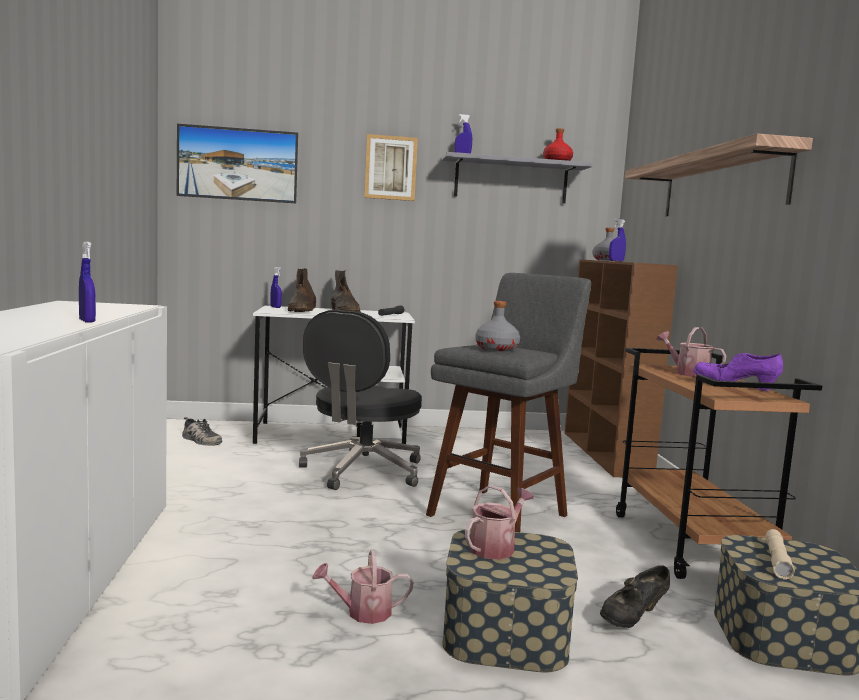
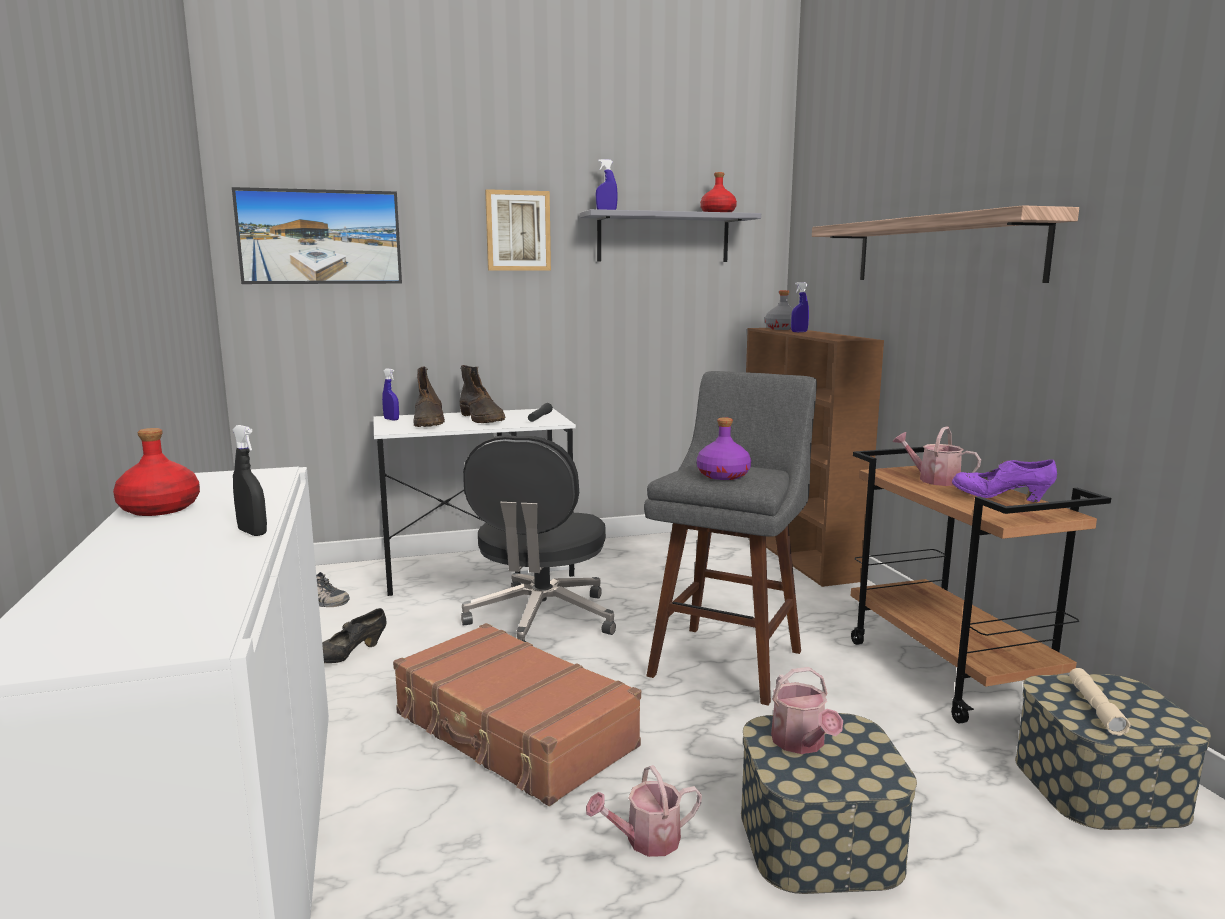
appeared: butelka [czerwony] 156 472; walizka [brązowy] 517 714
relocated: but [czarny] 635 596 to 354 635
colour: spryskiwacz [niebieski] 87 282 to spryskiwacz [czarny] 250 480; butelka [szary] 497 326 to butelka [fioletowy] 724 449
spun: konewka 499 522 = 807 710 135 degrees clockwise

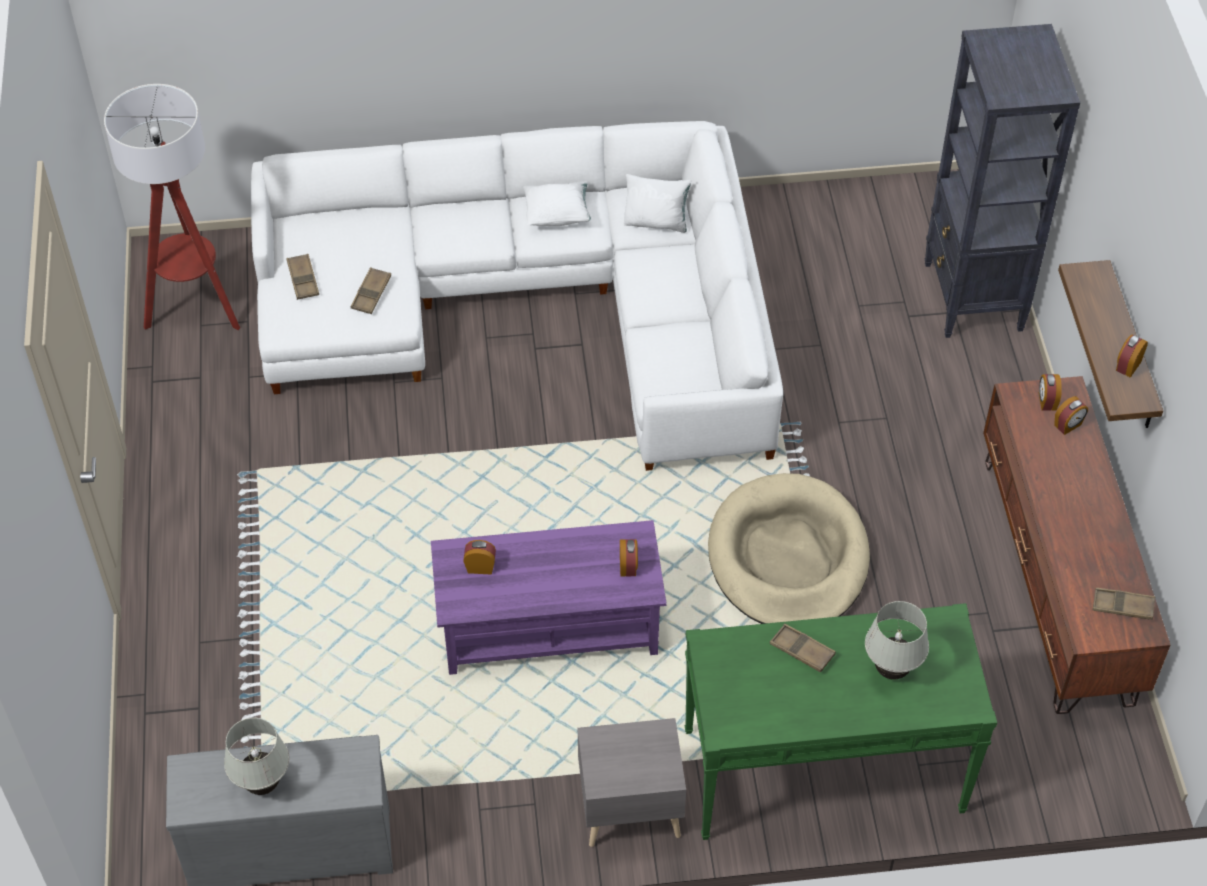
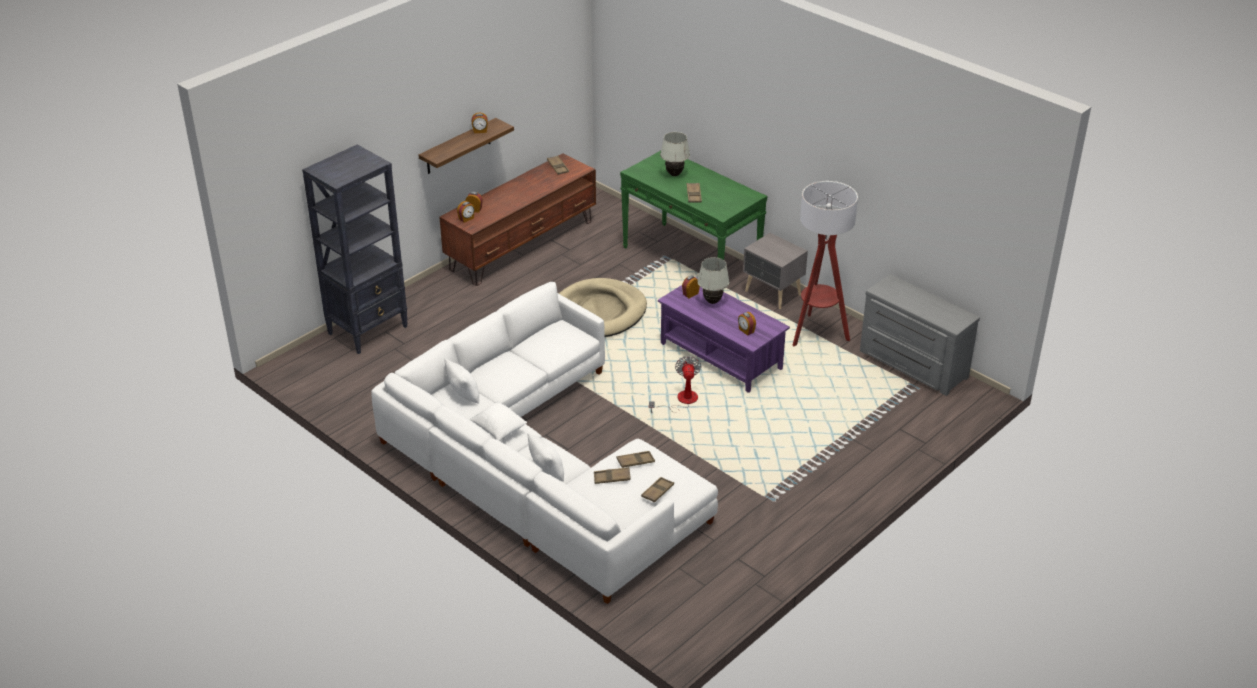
appeared: wentylator 675 384; poduszka [biały] 545 457; taca [brązowy] 612 475
relocated: lampa stojąca 172 207 to 825 263; lampa stołowa [biały] 257 756 to 713 280

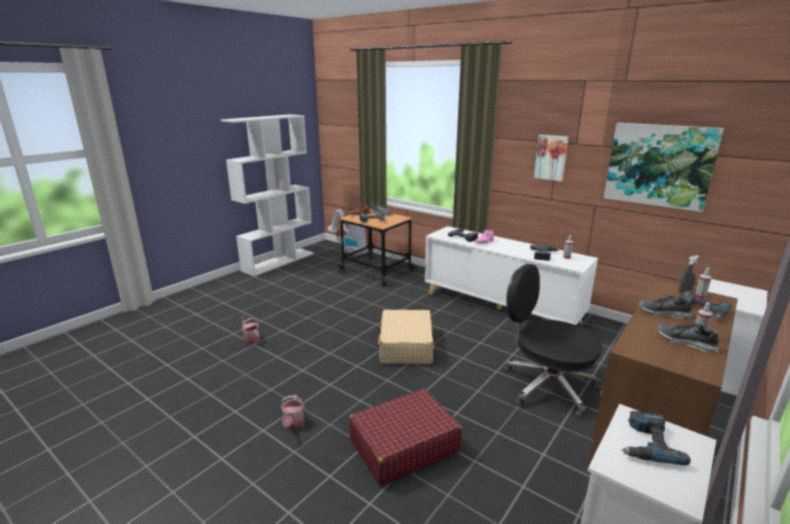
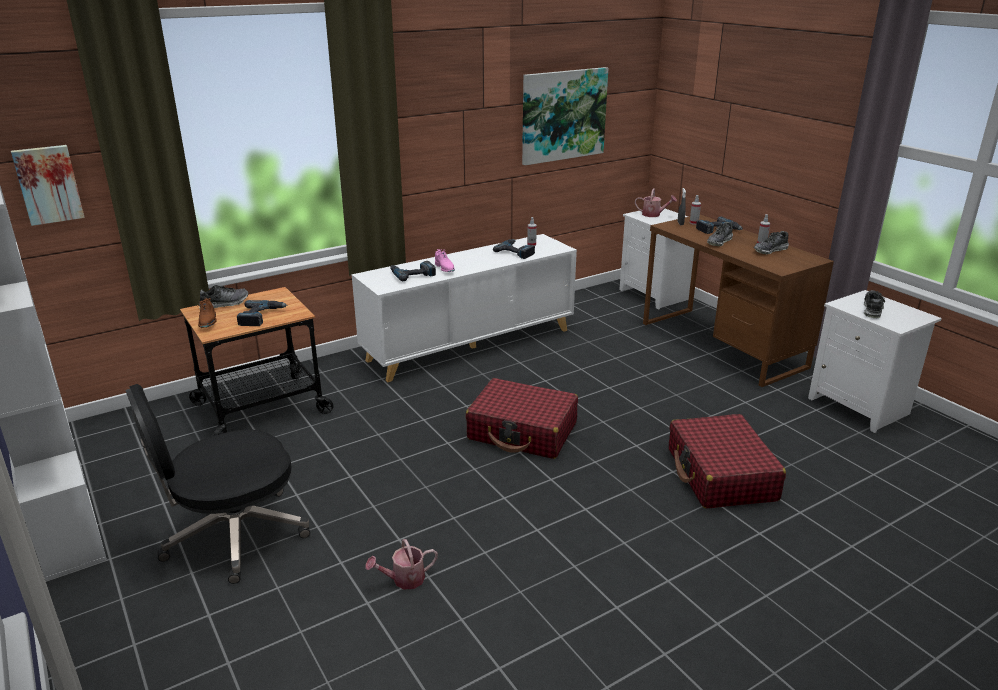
missing: odkurzacz 348 233
relocated: obraz 551 158 to 48 185; krzesło biurowe [czarny] 552 341 to 217 484; konewka 292 412 to 656 202
exchanged: wiertarka 656 438 to but 874 304
colour: walizka [beżowy] 405 337 to walizka [czerwony] 522 418

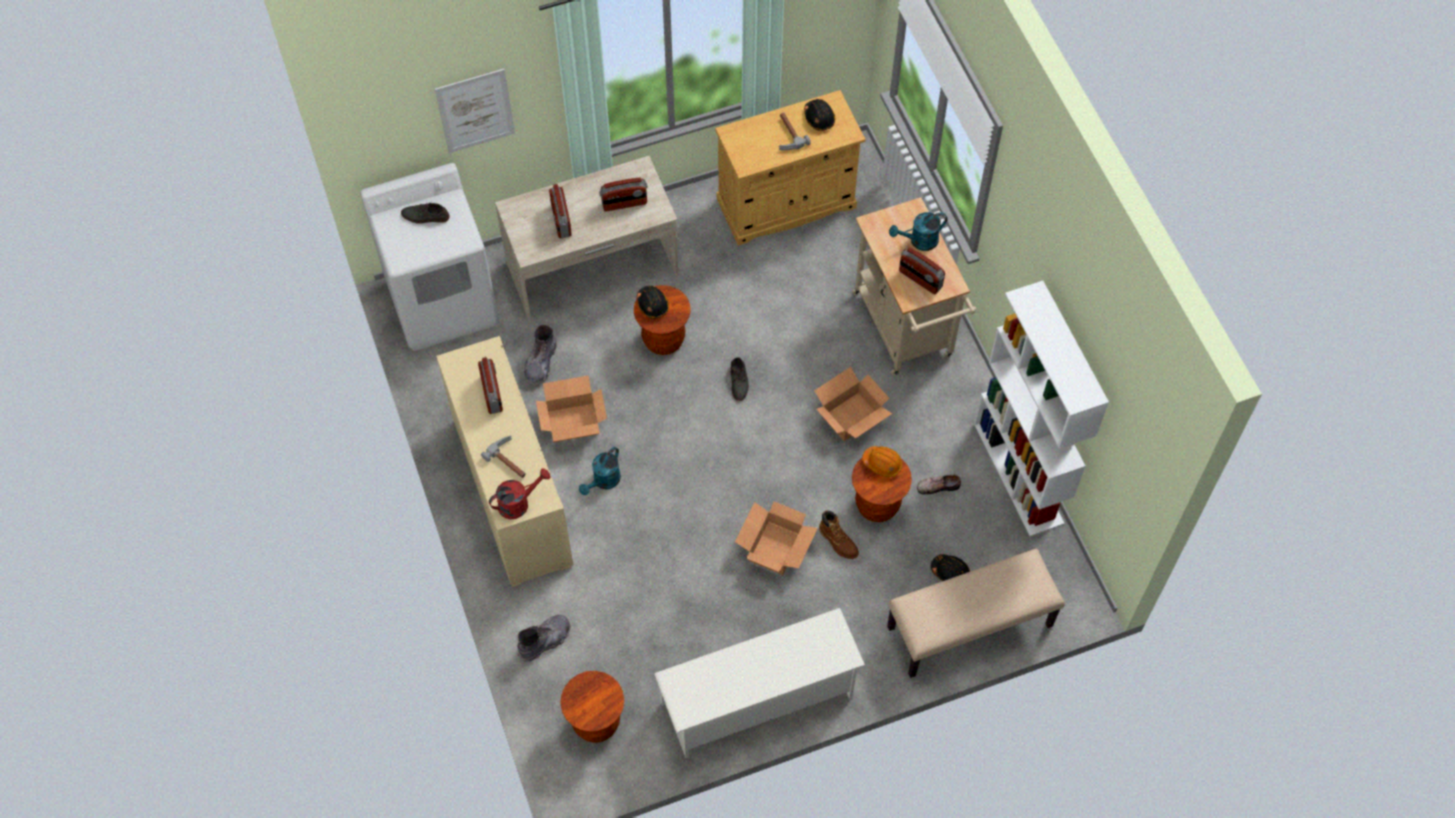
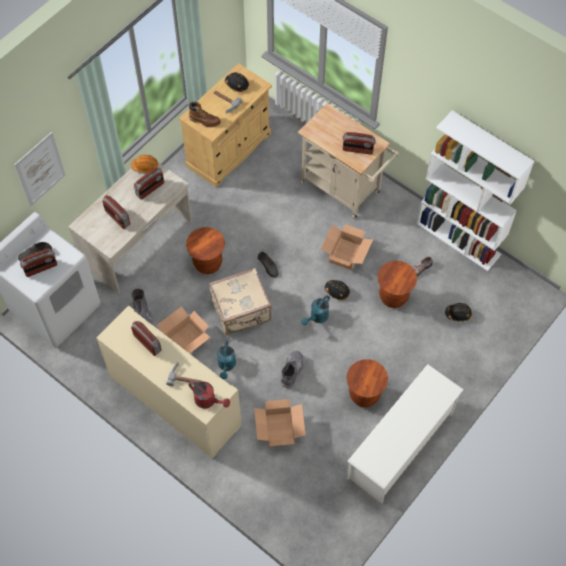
missing: ławka [beżowy] 976 613
appeared: radio 38 263; walizka [beżowy] 240 302
relocated: konewka [turkusowy] 918 231 to 315 310; kask [czarny] 653 302 to 337 290; kask [pomarańczowy] 882 461 to 144 164; karton 776 538 to 280 422; but z cholewką [brązowy] 839 534 to 205 114; but z cholewką [szary] 544 638 to 292 370; stołek [brązowy] 592 707 to 367 383
spun: konewka [czerwony] 520 493 = 209 395 90 degrees clockwise

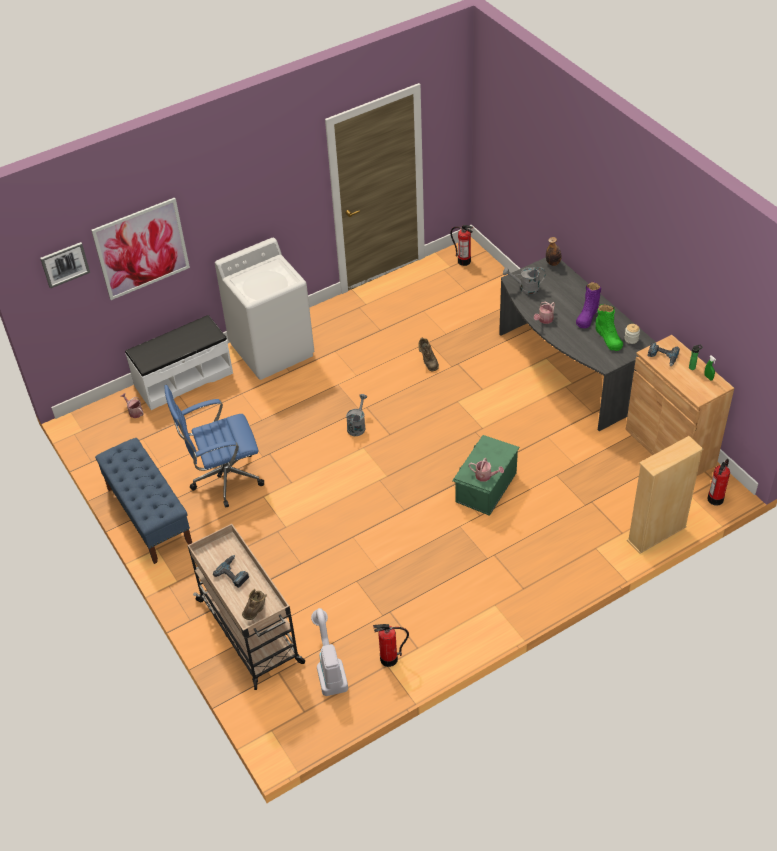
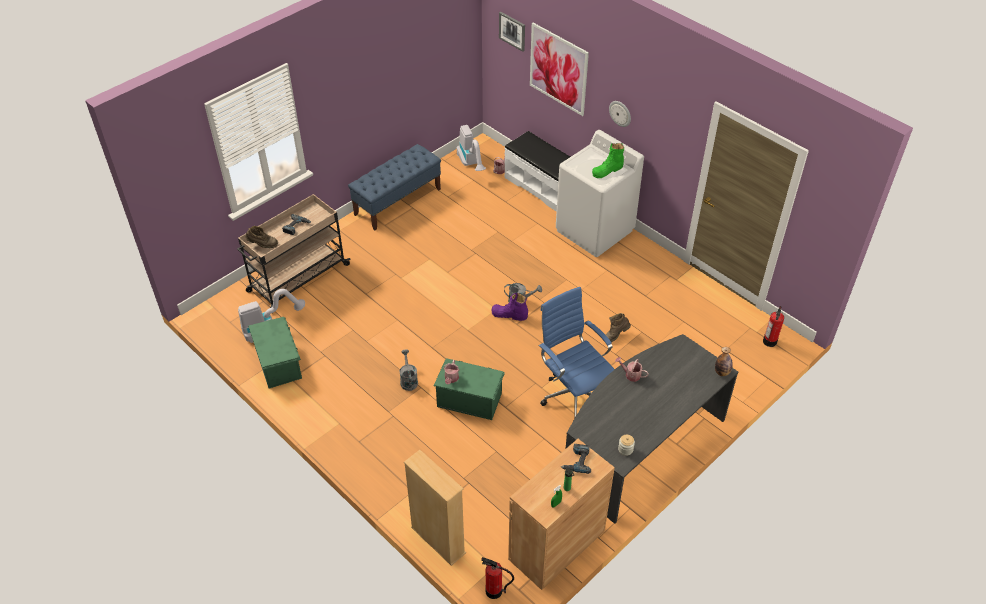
appeared: zegar ścienny 620 114; odkurzacz 471 148
relocated: konewka [szary] 524 280 to 409 370; but z cholewką [fioletowy] 588 304 to 509 307; but z cholewką [zielony] 609 327 to 608 160; krzesło biurowe [niebieski] 214 446 to 576 354
exchanged: gaśnica 391 645 to pojemnik do przechowywania [zielony] 275 353

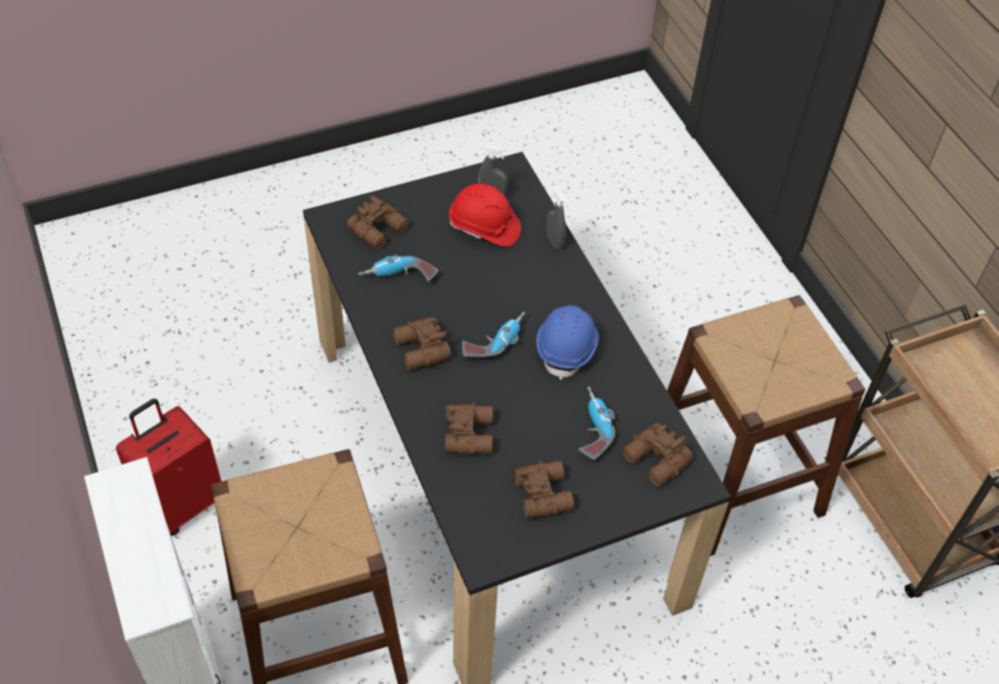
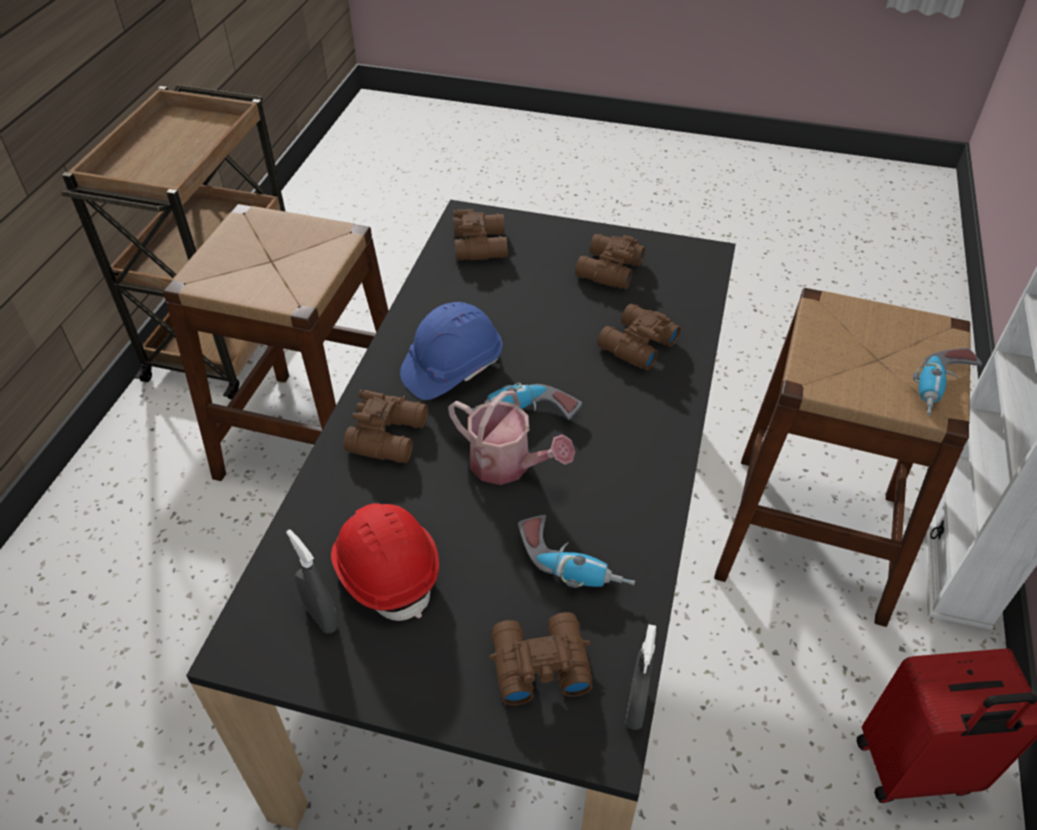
appeared: konewka 511 438
relocated: spryskiwacz [szary] 556 217 to 641 677; lornetka [brązowy] 421 343 to 385 426; wiertarka 596 423 to 947 381

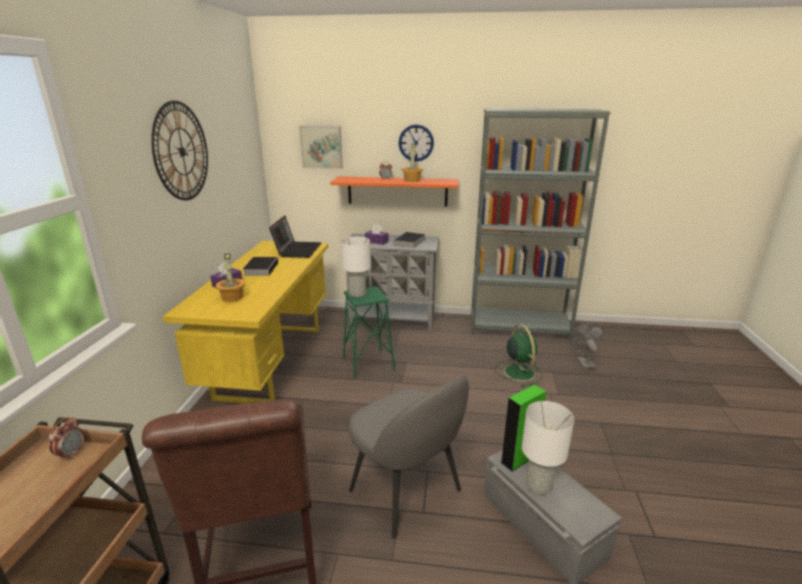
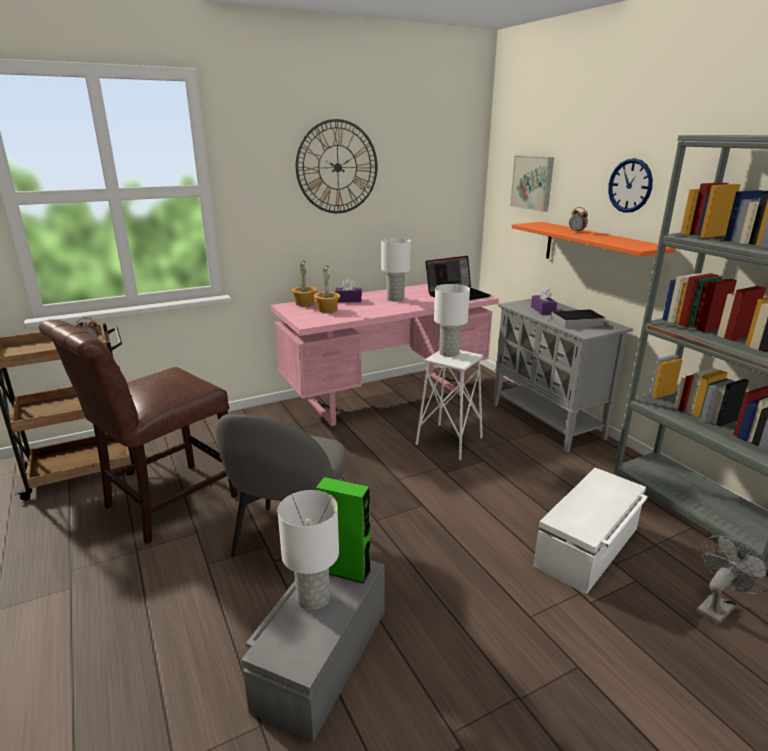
relocated: roślina doniczkowa 412 163 to 304 283
exchanged: książka 260 266 to lampa stołowa [biały] 396 269; wentylator [zielony] 519 355 to pojemnik do przechowywania [biały] 590 531
colour: biurko [żółty] 245 322 to biurko [różowy] 384 355; stołek [zielony] 369 332 to stołek [biały] 449 405

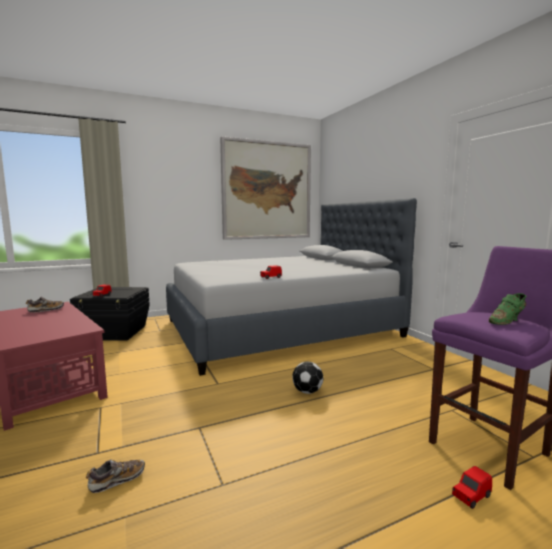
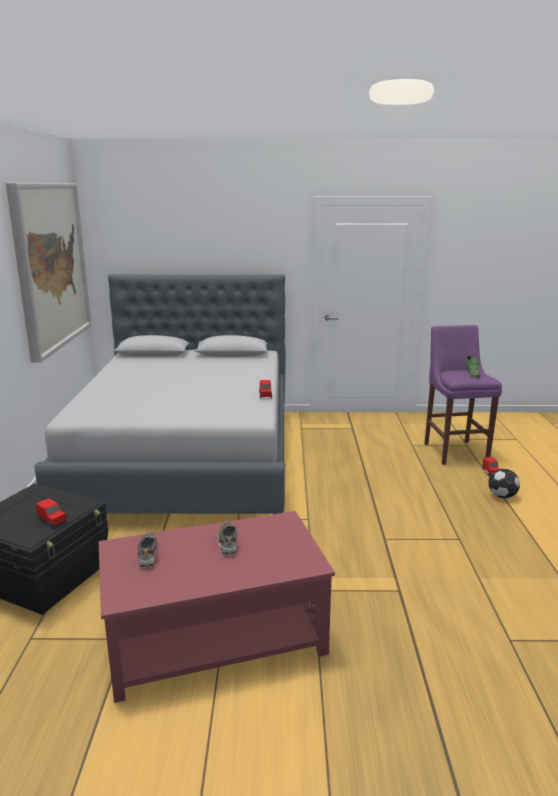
relocated: piłka futbolowa 307 378 to 504 483; but 115 476 to 226 538

